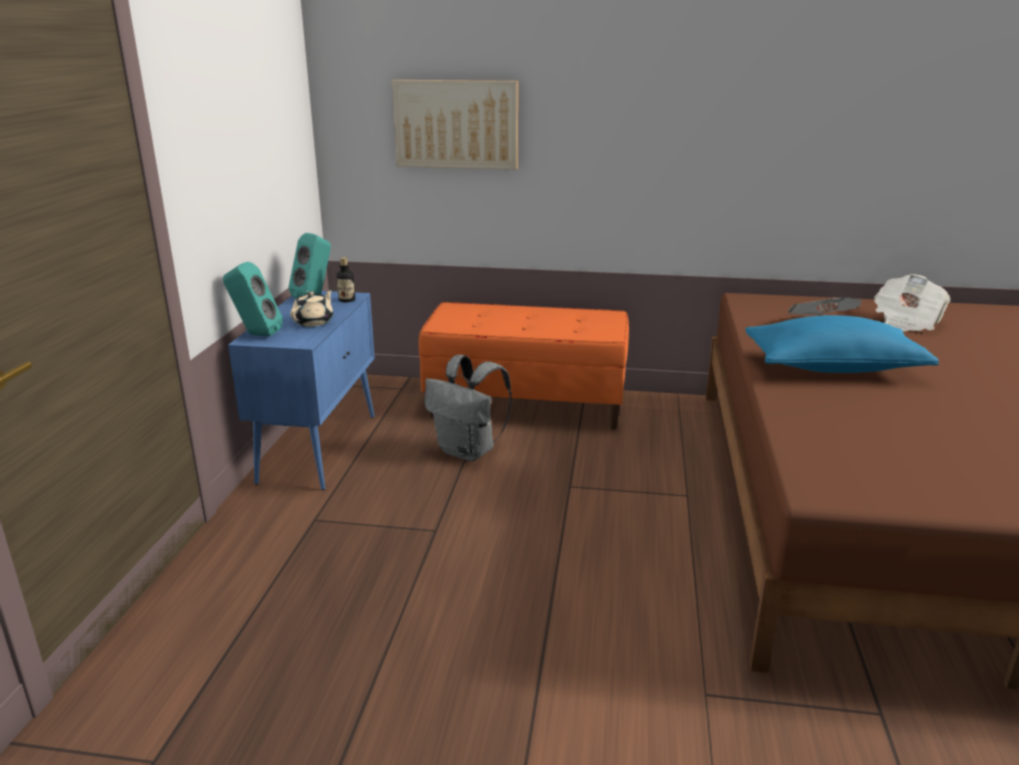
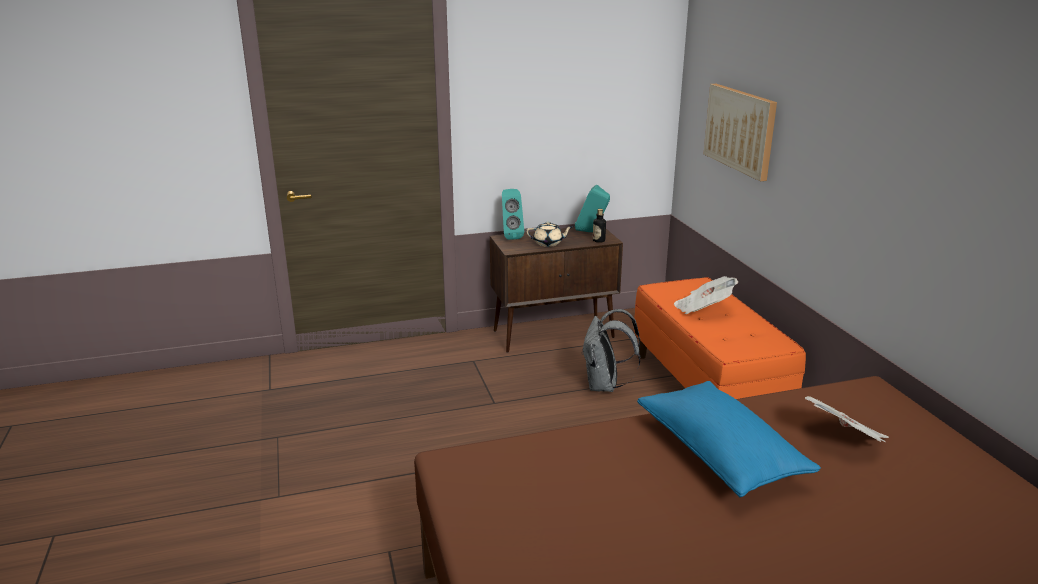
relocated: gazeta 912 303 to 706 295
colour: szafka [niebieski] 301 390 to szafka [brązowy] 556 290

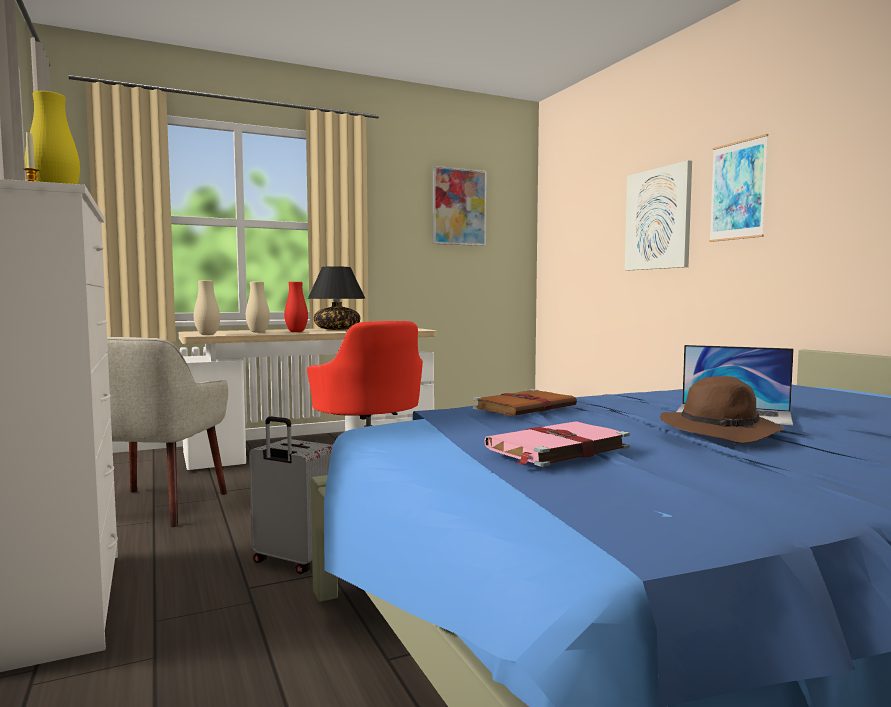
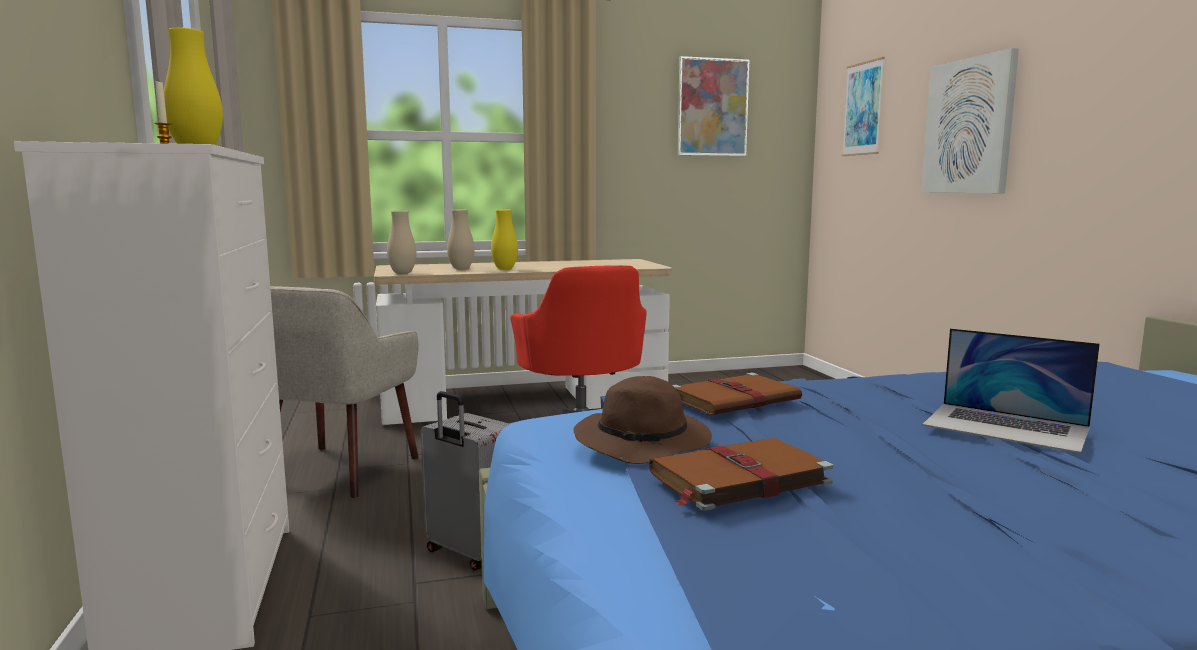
missing: lampa stołowa [czarny] 337 298
relocated: obraz 738 188 to 863 106; kapelusz [brązowy] 722 409 to 642 420
colour: wazon [czerwony] 296 307 to wazon [żółty] 504 240; książka [różowy] 557 444 to książka [brązowy] 741 474

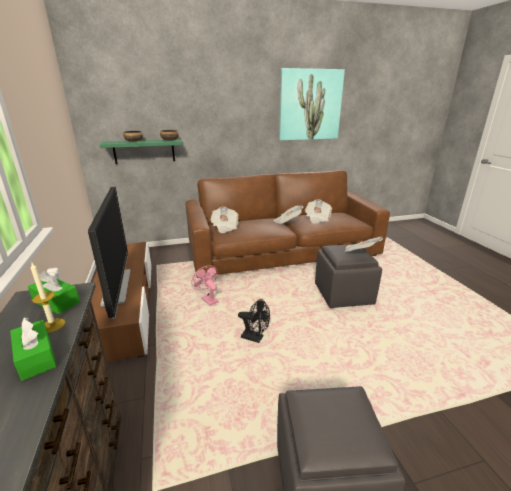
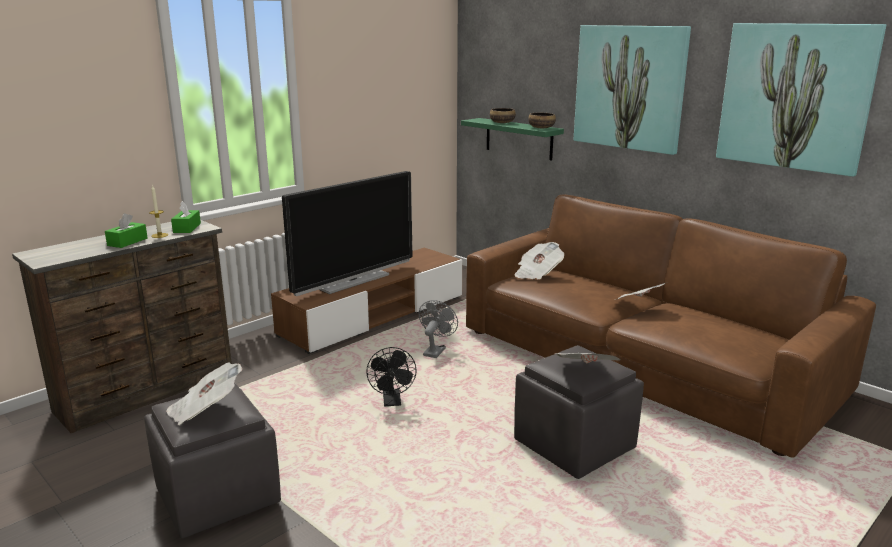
appeared: obraz 632 90
relocated: gazeta 318 211 to 204 393
colour: wentylator [różowy] 204 285 to wentylator [szary] 438 329

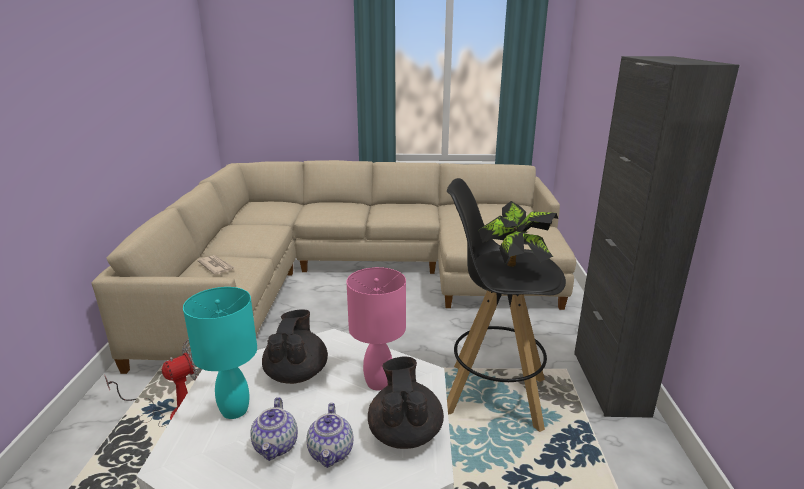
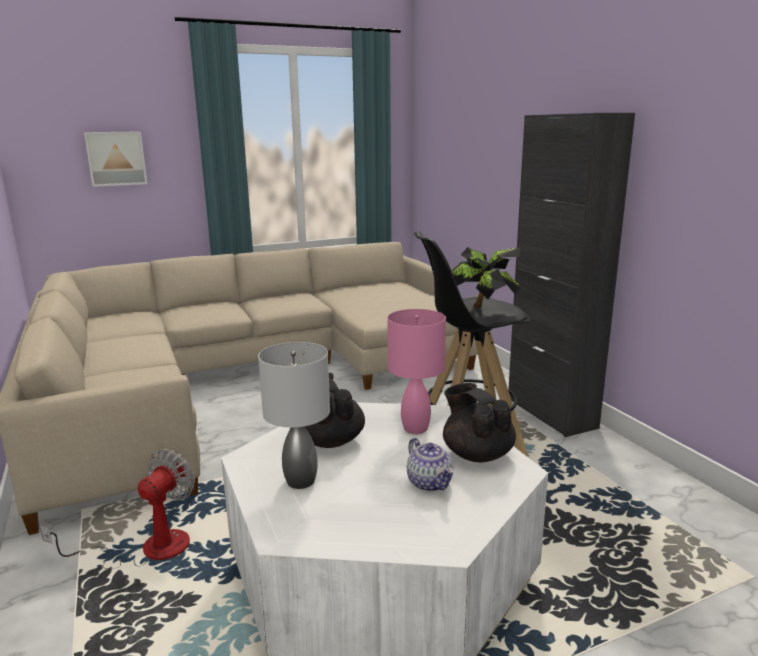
missing: gazeta 216 265; imbryk 274 429
appeared: obraz 115 159
colour: lampa stołowa [turkusowy] 220 353 to lampa stołowa [szary] 294 415

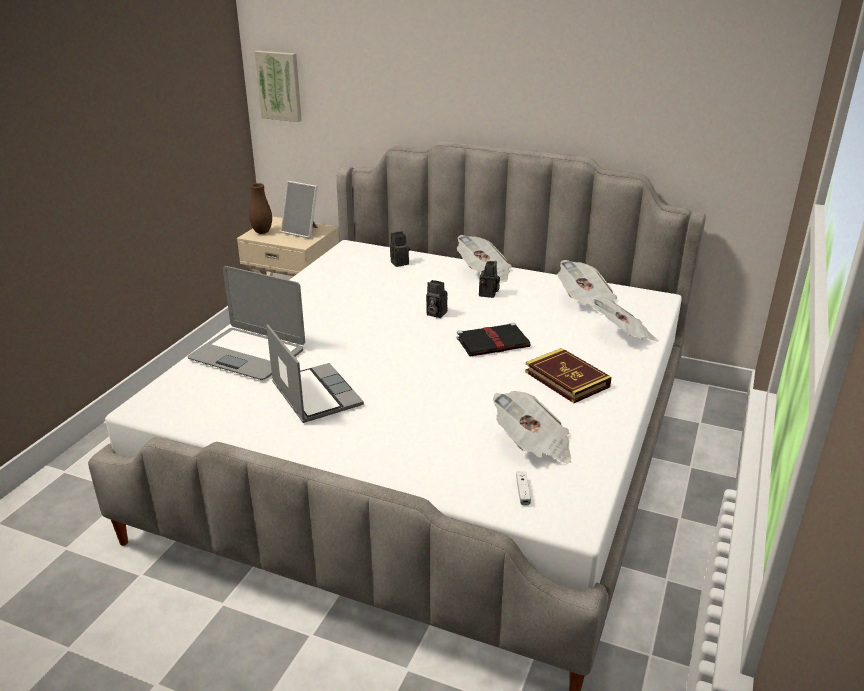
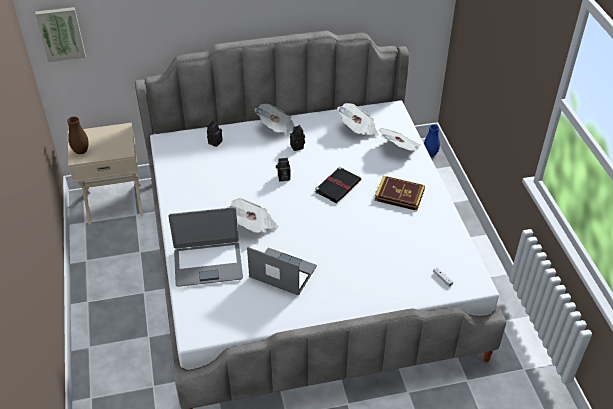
missing: ramka na zdjęcie 299 210
appeared: wazon [niebieski] 432 140
relocated: gazeta 532 427 to 252 215

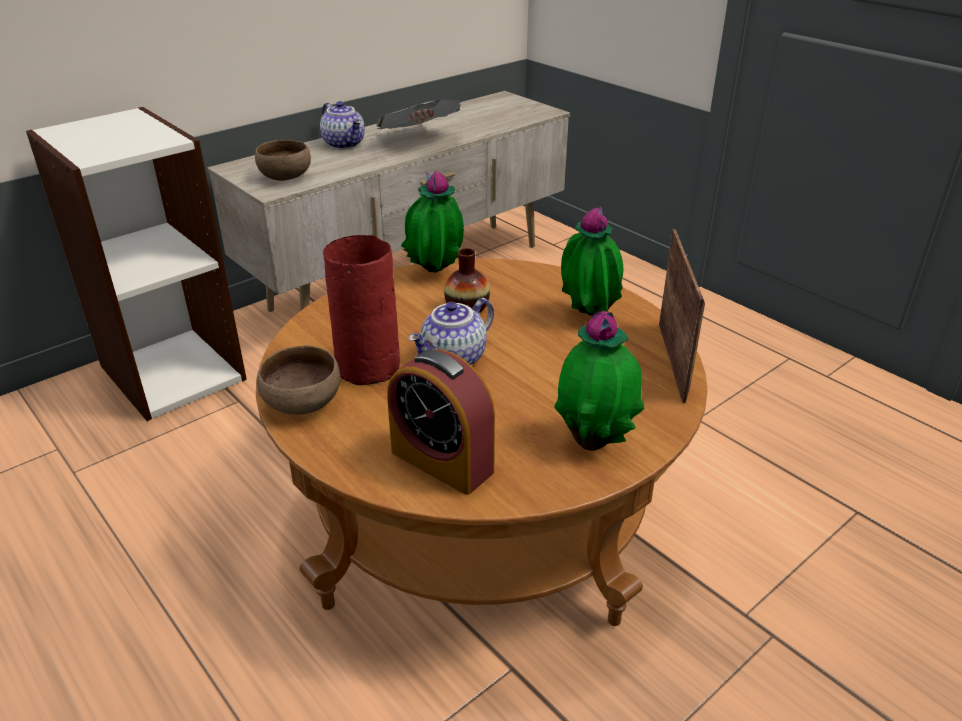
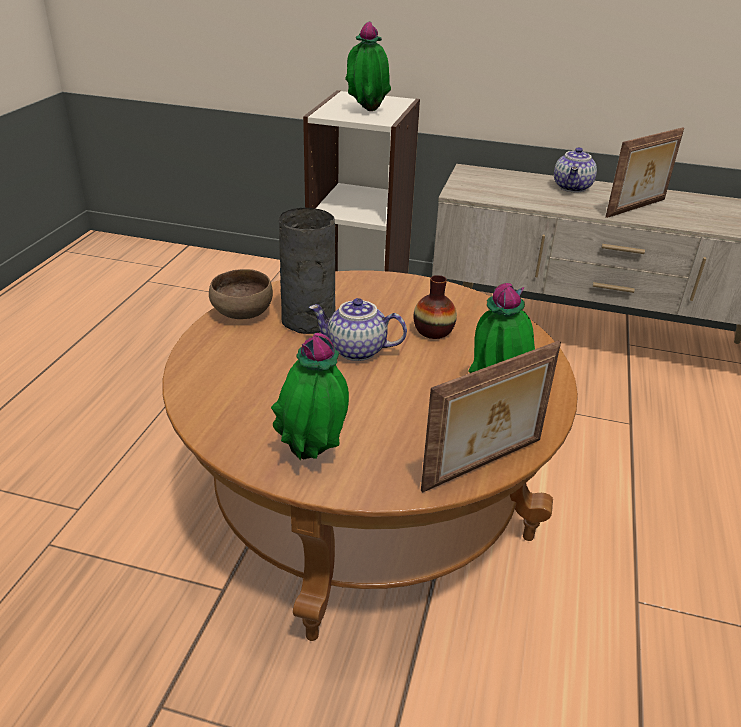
missing: miska [brązowy] 283 160; budzik 441 422
relocated: roślina doniczkowa 432 222 to 368 66
exchanged: gazeta 418 114 to ramka na zdjęcie 644 172
colour: wazon [czerwony] 361 310 to wazon [szary] 307 271

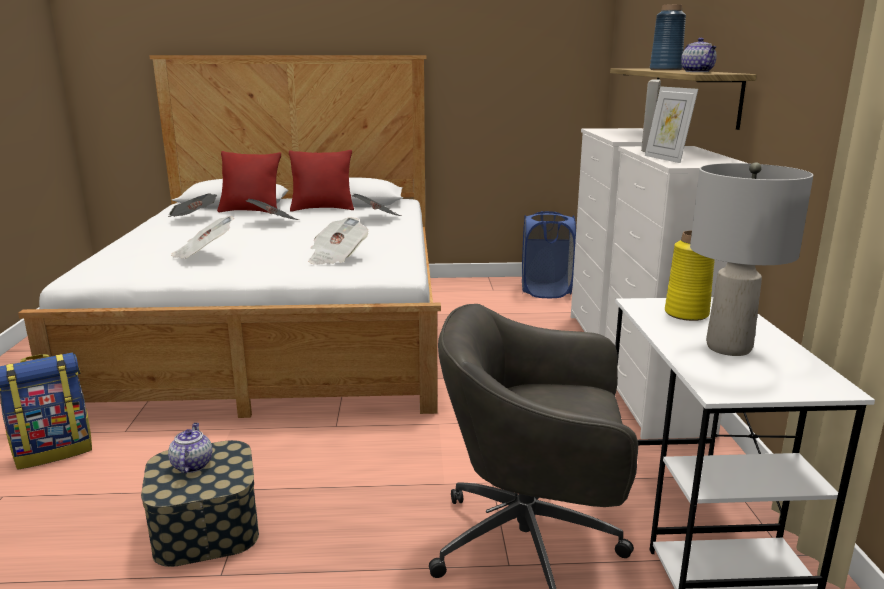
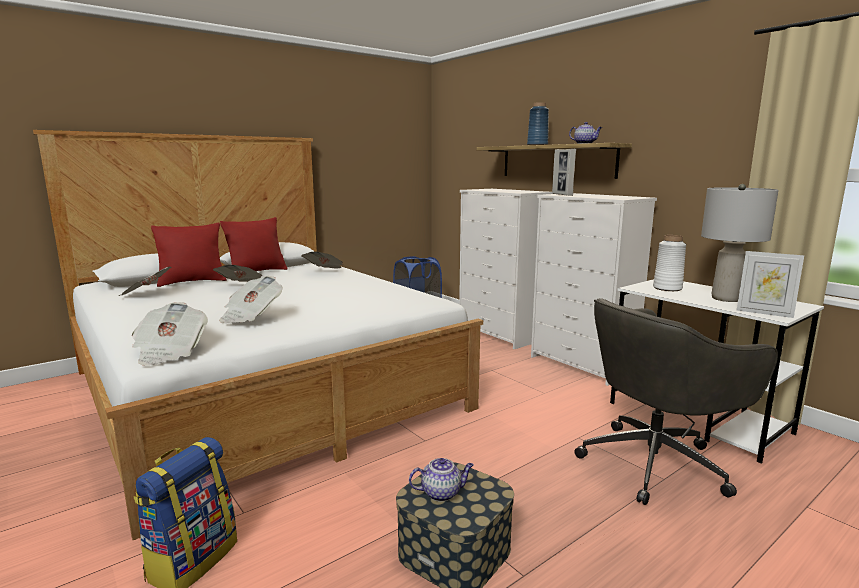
relocated: ramka na zdjęcie 671 124 to 770 284; gazeta 338 241 to 170 334
colour: wazon [żółty] 690 276 to wazon [biały] 669 263
spun: imbryk 190 448 = 441 480 120 degrees clockwise

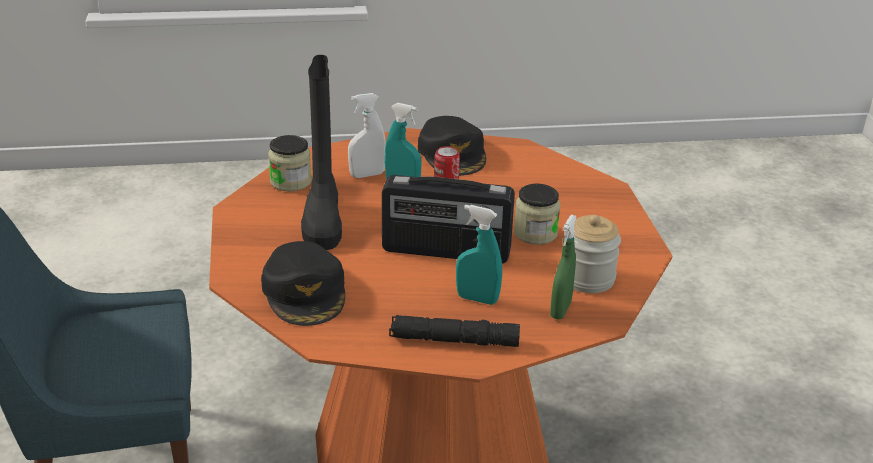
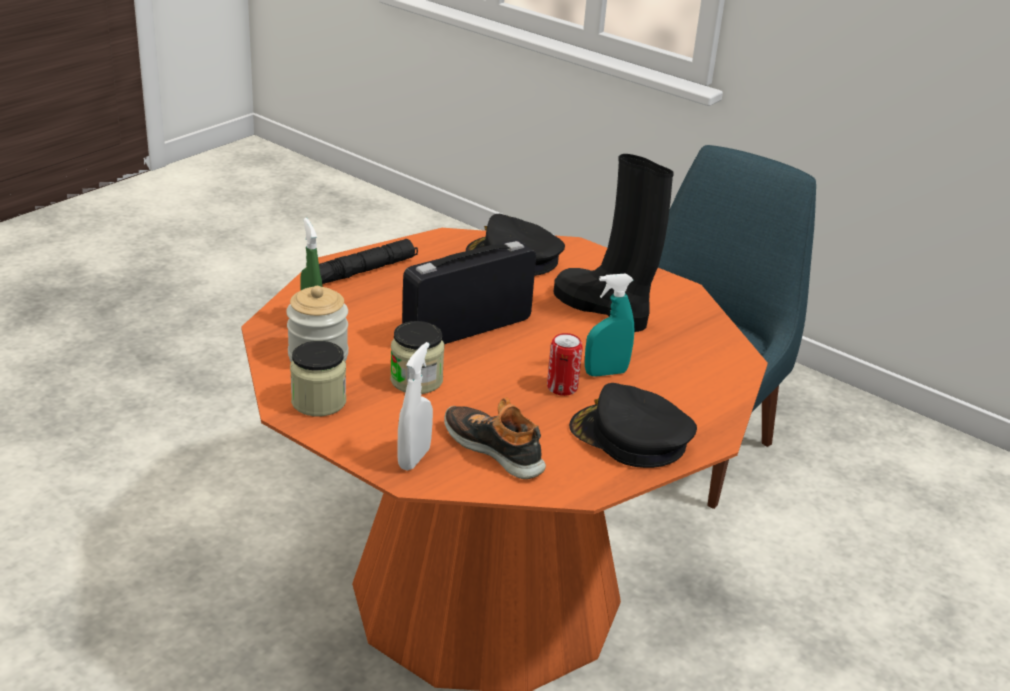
missing: spryskiwacz [turkusowy] 479 255
appeared: but 495 438
relocated: spryskiwacz [biały] 367 135 to 415 406; słoik 290 163 to 318 378

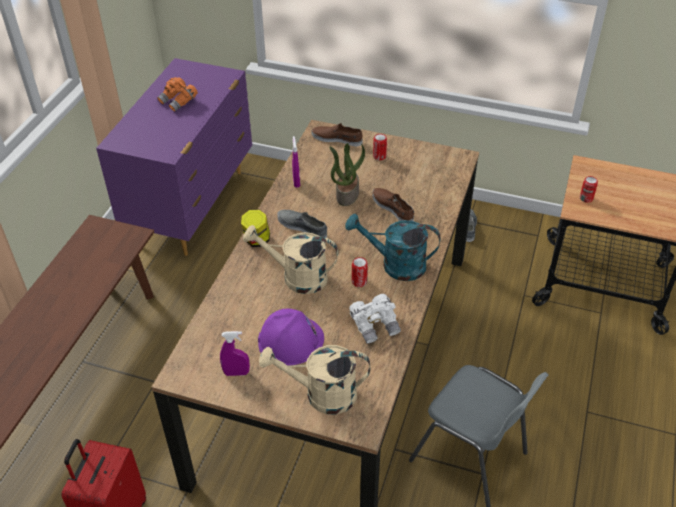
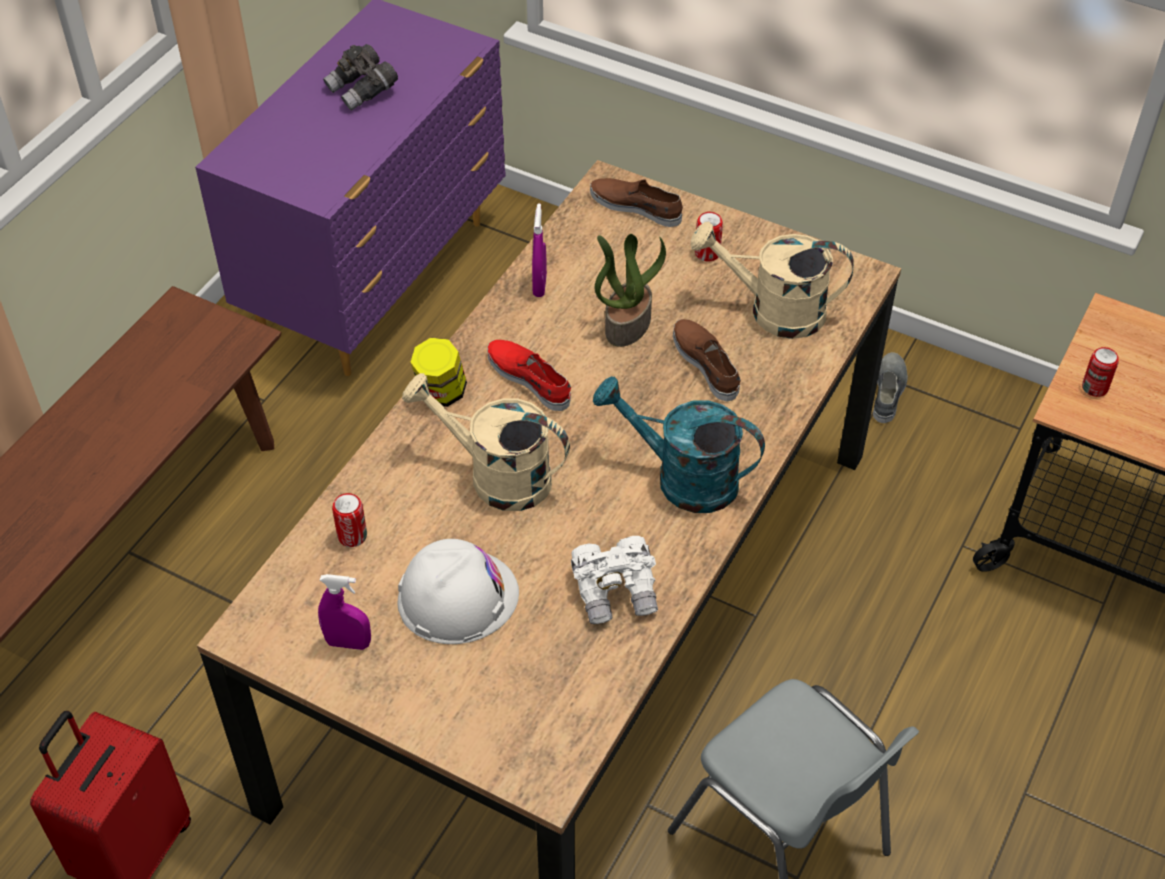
relocated: puszka 360 272 to 349 520; konewka [beżowy] 314 380 to 772 280
colour: lornetka [pomarańczowy] 177 94 to lornetka [szary] 360 77; but [szary] 302 224 to but [czerwony] 529 375; kask [fioletowy] 291 337 to kask [biały] 458 591

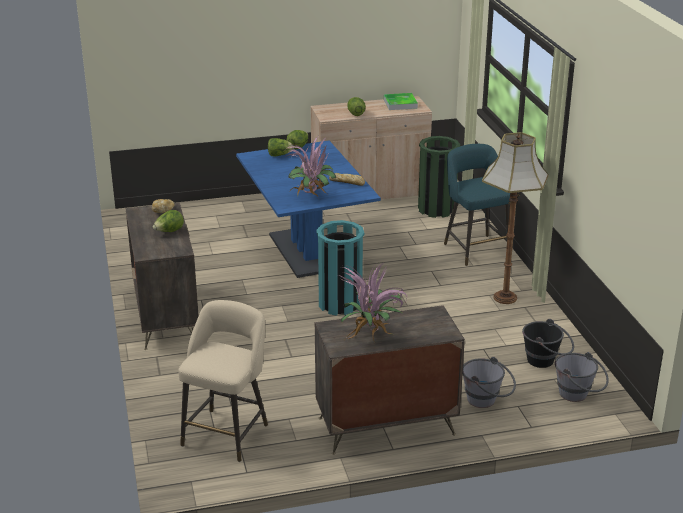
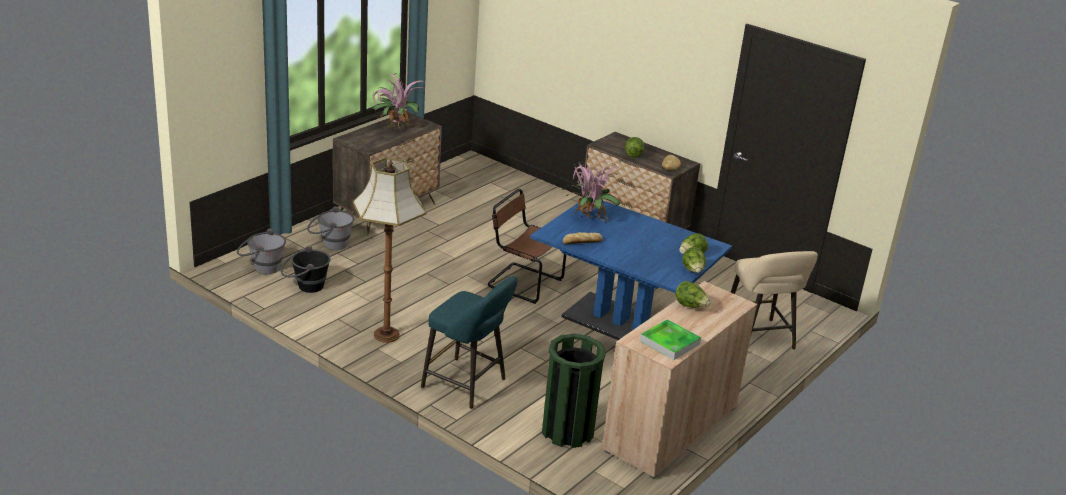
relocated: stołek [beżowy] 223 381 to 774 300
exchanged: kosz na śmieci [turkusowy] 340 268 to krzesło [brązowy] 527 246

